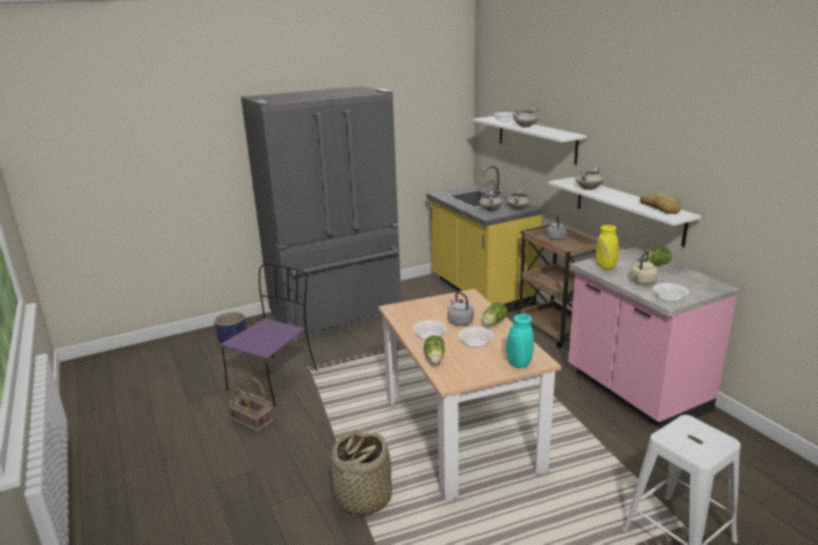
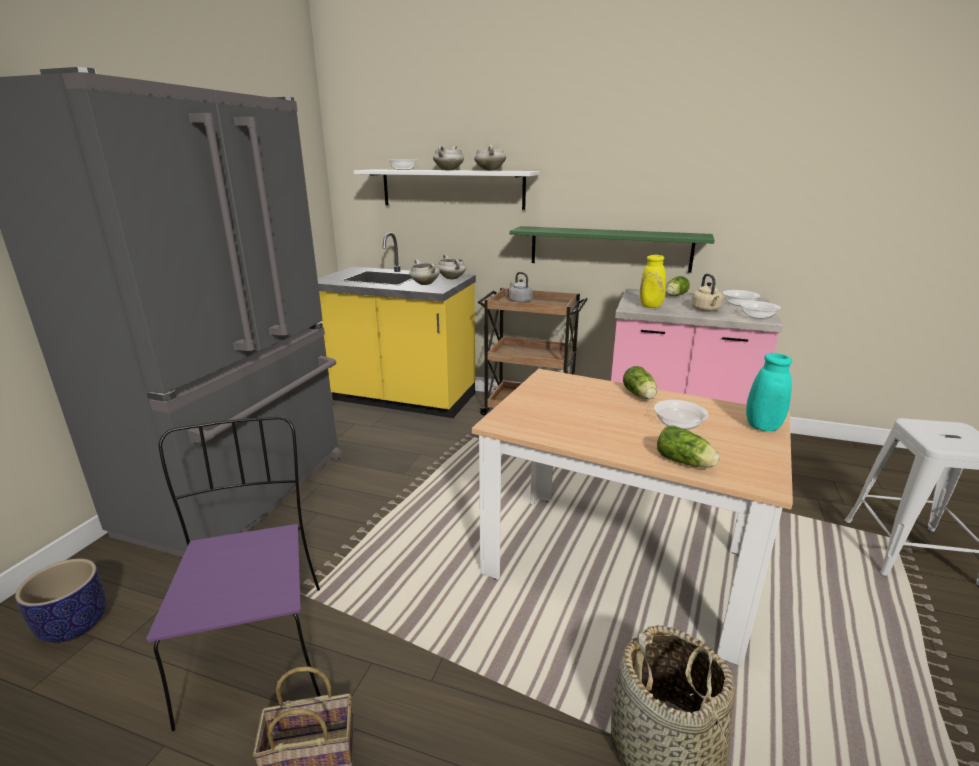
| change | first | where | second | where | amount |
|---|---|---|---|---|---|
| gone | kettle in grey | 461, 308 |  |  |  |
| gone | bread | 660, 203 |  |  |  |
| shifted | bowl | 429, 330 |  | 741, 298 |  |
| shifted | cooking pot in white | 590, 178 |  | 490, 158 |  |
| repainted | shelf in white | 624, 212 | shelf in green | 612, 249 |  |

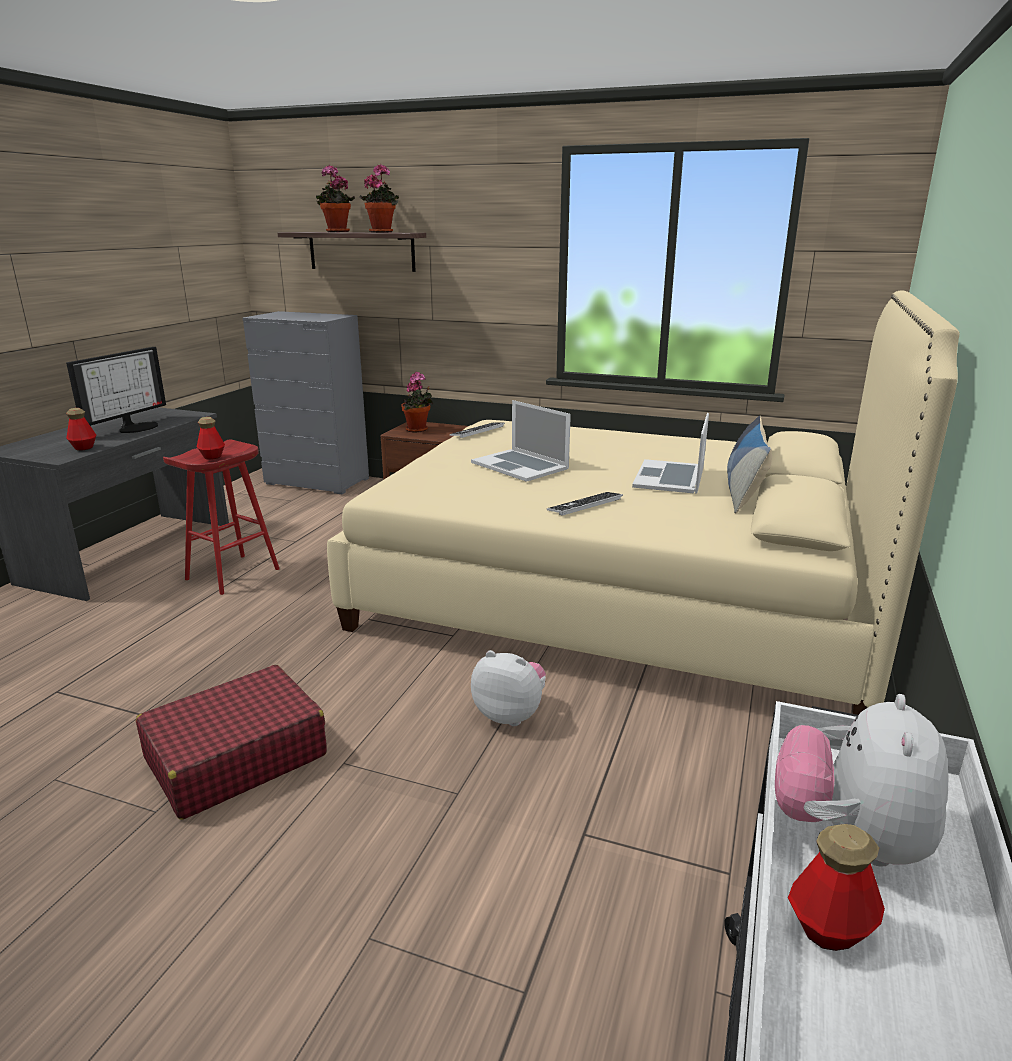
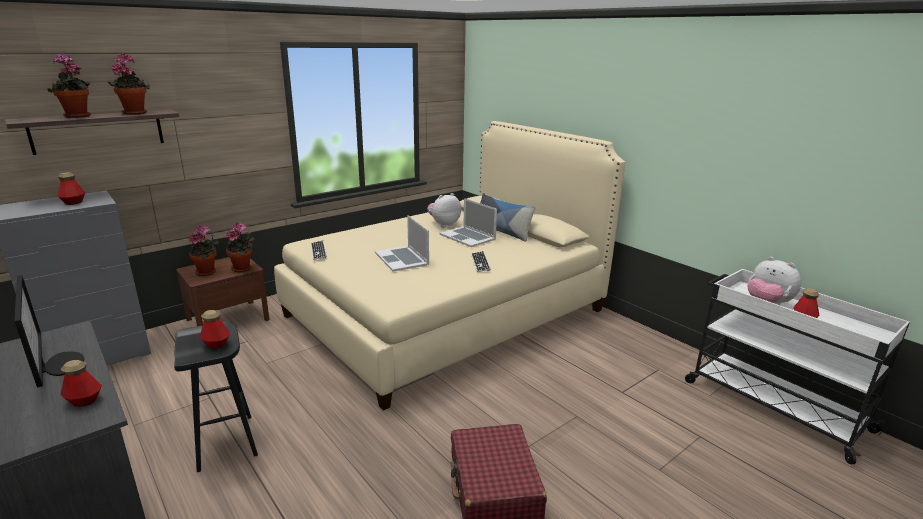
| change | first | where | second | where | amount |
|---|---|---|---|---|---|
| new |  |  | bottle | 71, 188 |  |
| new |  |  | potted plant | 240, 247 |  |
| shifted | plush toy | 508, 688 |  | 444, 210 |  |
| repainted | stool in red | 221, 517 | stool in black | 216, 397 |  |
| rotated | laptop | 521, 441 |  | 402, 243 | 75 degrees clockwise |

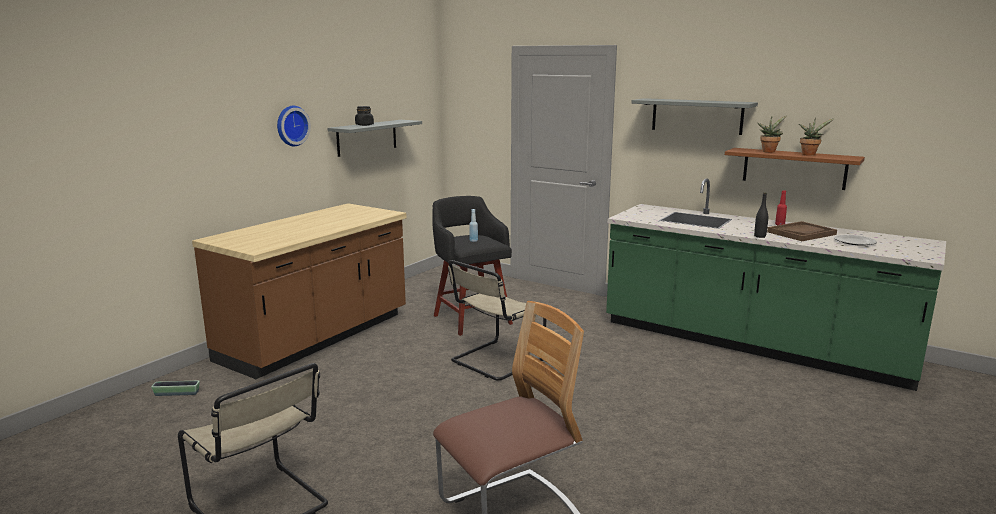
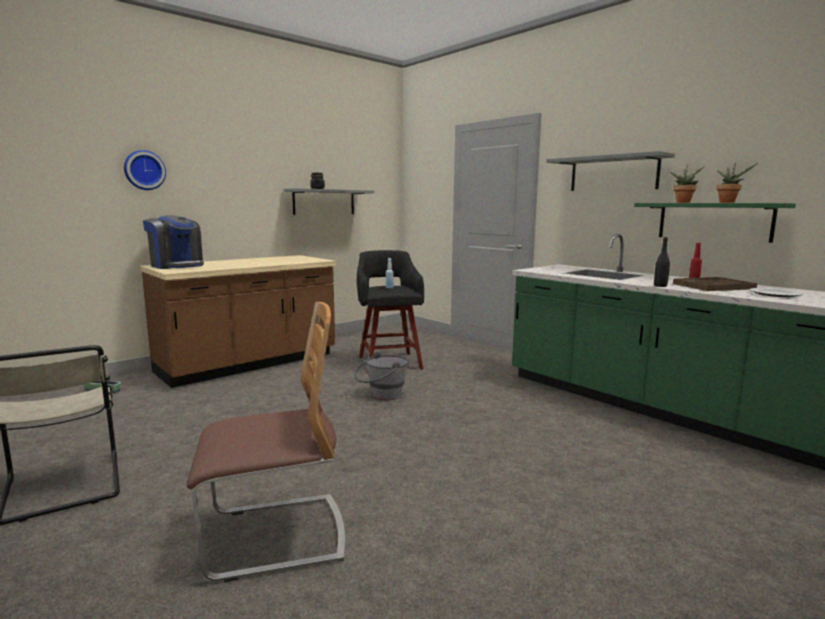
| change | first | where | second | where | amount |
|---|---|---|---|---|---|
| new |  |  | coffee machine | 173, 242 |  |
| shifted | wall clock | 294, 126 |  | 145, 170 |  |
| swapped | chair in beige | 497, 320 | bucket in grey | 381, 375 |  |
| repainted | shelf in brown | 795, 169 | shelf in green | 715, 223 |  |

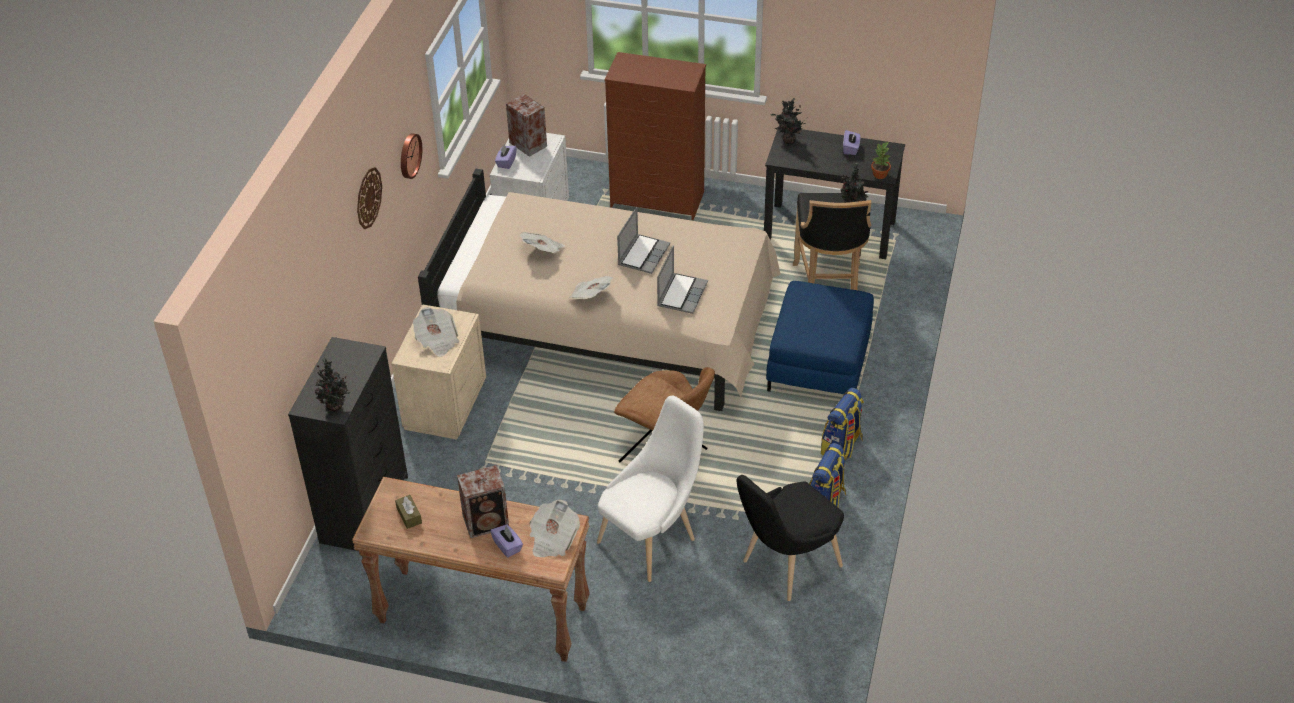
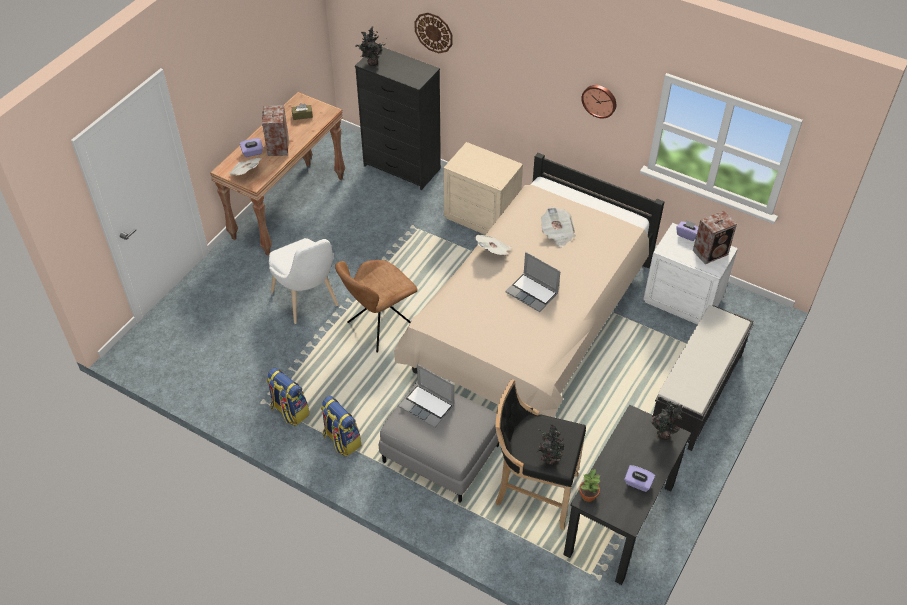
| change | first | where | second | where | amount |
|---|---|---|---|---|---|
| gone | newspaper | 436, 332 |  |  |  |
| gone | chair in black | 790, 538 |  |  |  |
| shifted | wall clock | 369, 198 |  | 433, 33 |  |
| shifted | laptop | 682, 279 |  | 426, 396 |  |
| swapped | dresser in brown | 655, 136 | bench in black | 703, 378 |  |
| repainted | ottoman in blue | 820, 337 | ottoman in grey | 439, 442 |  |

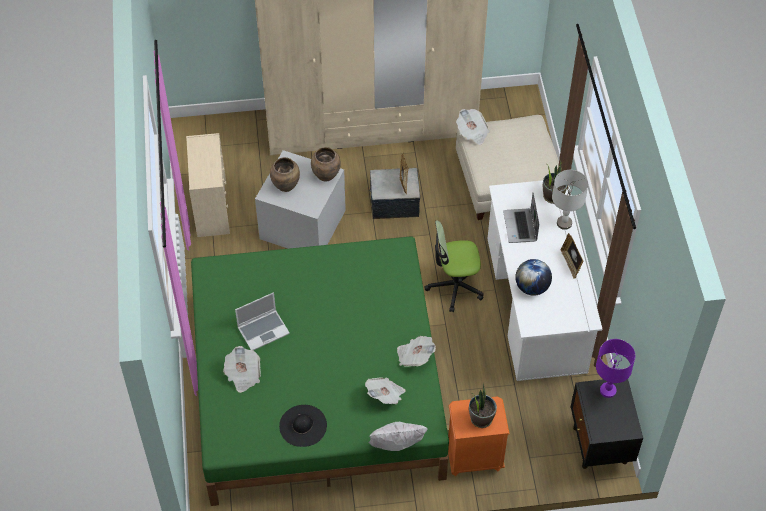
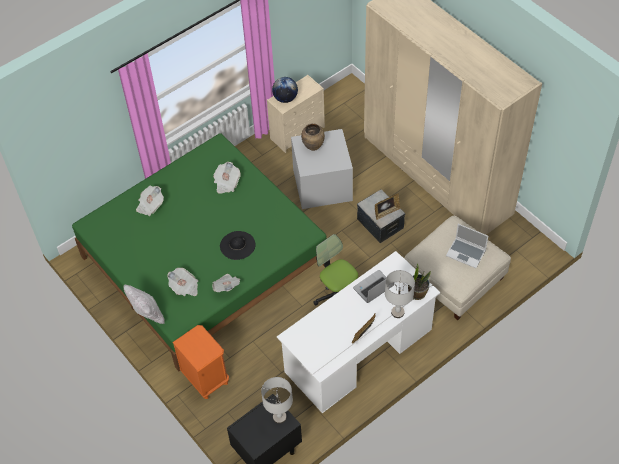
| change | first | where | second | where | amount |
|---|---|---|---|---|---|
| gone | vase in brown | 326, 164 |  |  |  |
| gone | potted plant | 483, 405 |  |  |  |
| shifted | laptop | 262, 321 |  | 467, 246 |  |
| shifted | hat in black | 303, 426 |  | 237, 245 |  |
| shifted | newspaper | 473, 127 |  | 227, 177 |  |
| shifted | globe | 533, 277 |  | 285, 90 |  |
| repainted | table lamp in purple | 616, 368 | table lamp in grey | 277, 400 |  |

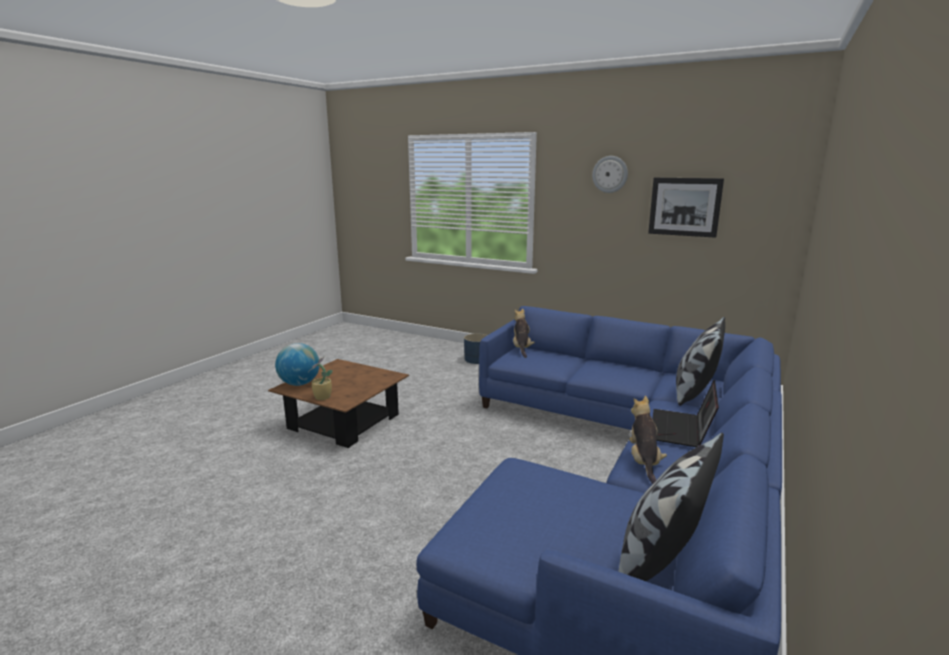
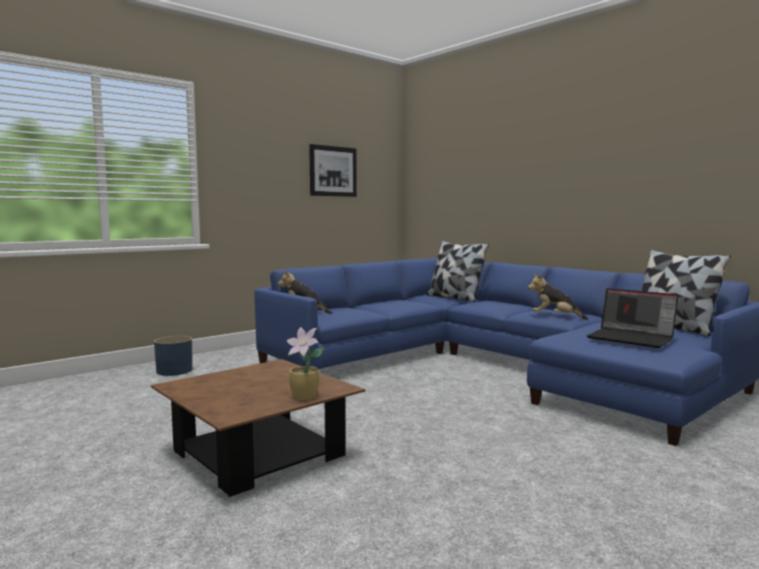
| change | first | where | second | where | amount |
|---|---|---|---|---|---|
| gone | globe | 297, 364 |  |  |  |
| gone | wall clock | 610, 174 |  |  |  |
| shifted | laptop | 685, 413 |  | 632, 318 |  |

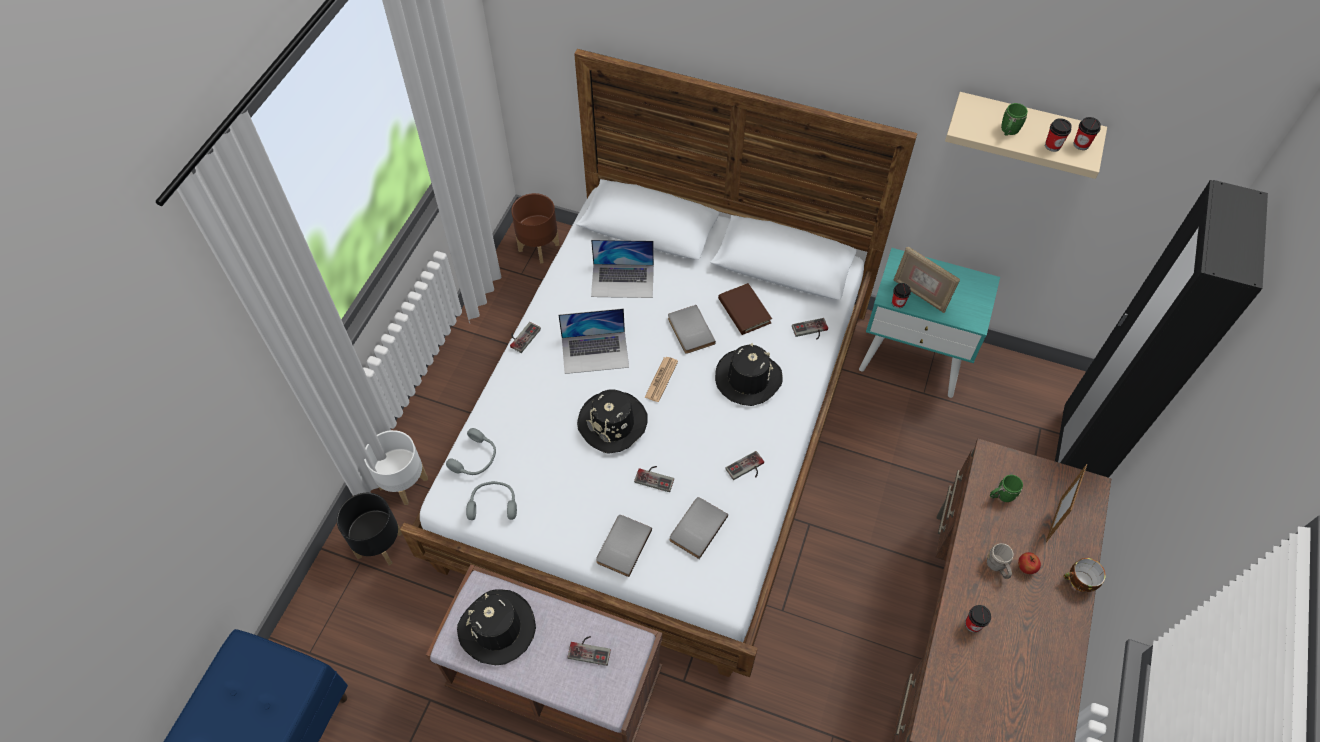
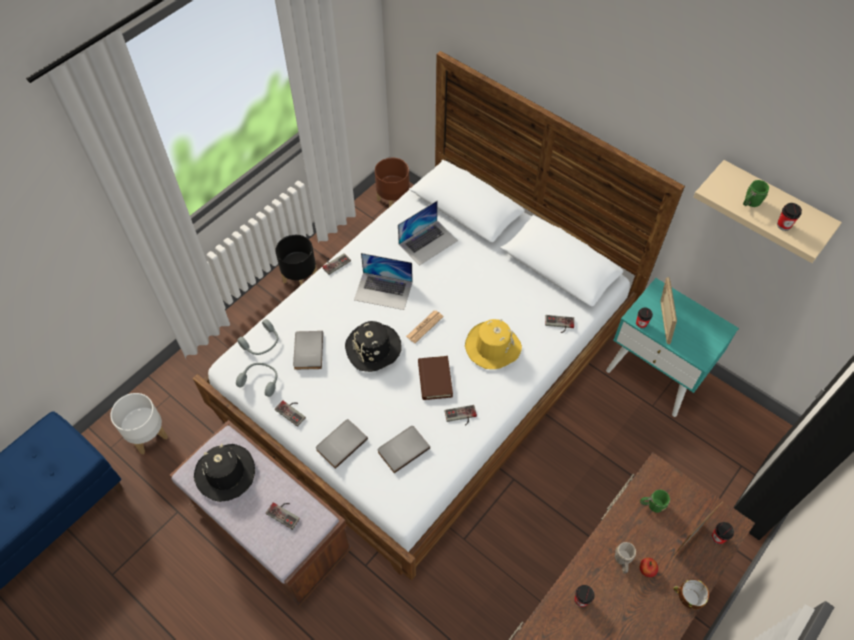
| change | first | where | second | where | amount |
|---|---|---|---|---|---|
| shifted | planter in black | 369, 529 |  | 296, 260 |  |
| shifted | planter in white | 396, 467 |  | 139, 423 |  |
| shifted | game controller | 654, 479 |  | 290, 413 |  |
| shifted | book in grey | 692, 329 |  | 308, 350 |  |
| shifted | book in brown | 745, 309 |  | 435, 378 |  |
| shifted | cup | 1087, 133 |  | 722, 533 |  |
| repainted | hat in black | 748, 374 | hat in yellow | 493, 344 |  |
| rotated | laptop | 622, 269 |  | 428, 233 | 60 degrees counterclockwise |
| rotated | picture frame | 926, 280 |  | 668, 311 | 150 degrees counterclockwise |

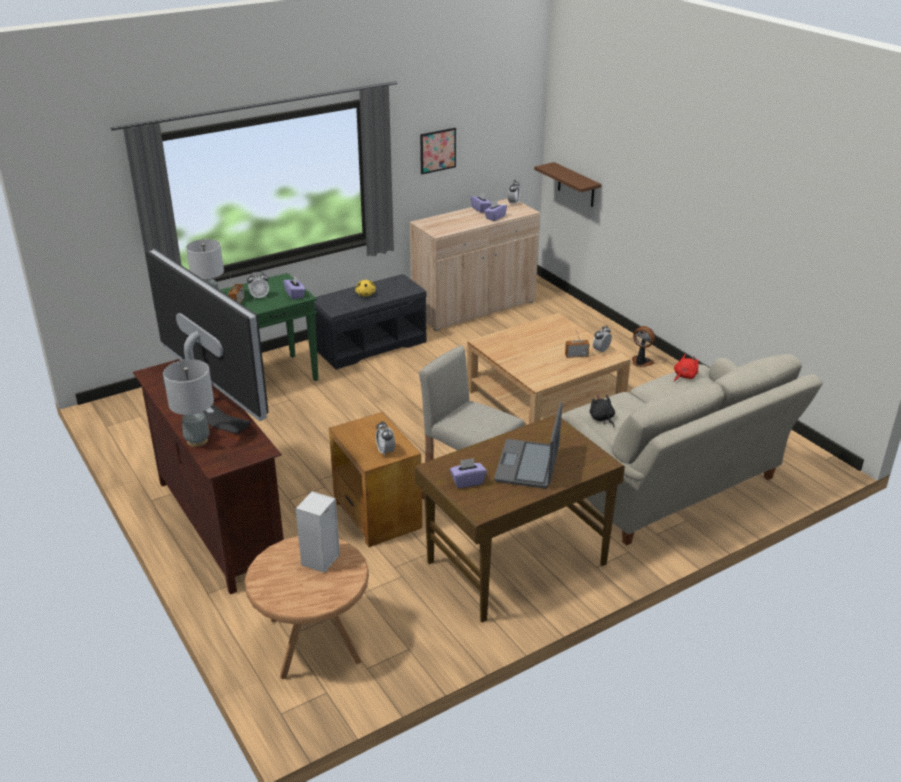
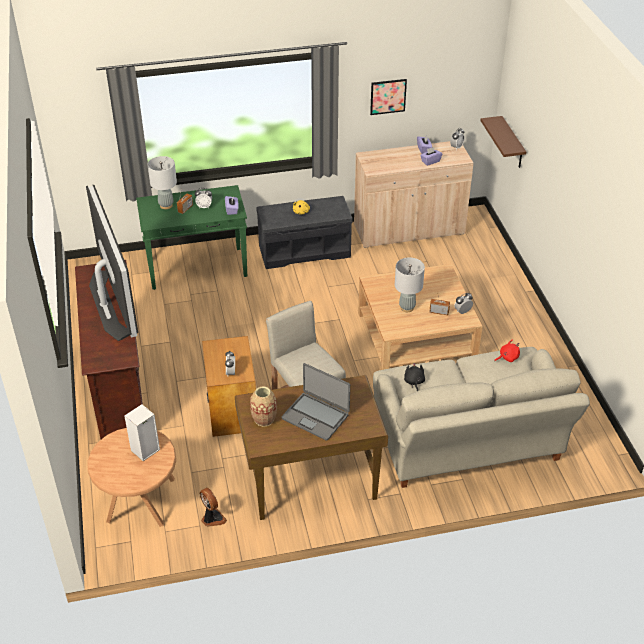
| change | first | where | second | where | amount |
|---|---|---|---|---|---|
| shifted | table lamp in grey | 188, 403 |  | 410, 285 |  |
| shifted | fan | 643, 347 |  | 213, 507 |  |
| swapped | tissue box in purple | 468, 473 | vase | 263, 406 |  |
| rotated | laptop | 528, 445 |  | 316, 402 | 90 degrees counterclockwise |

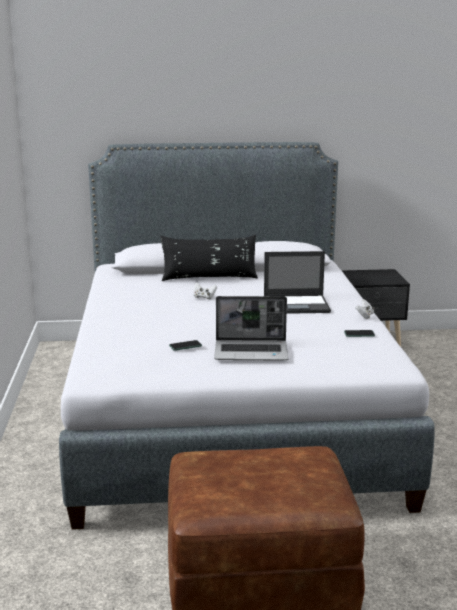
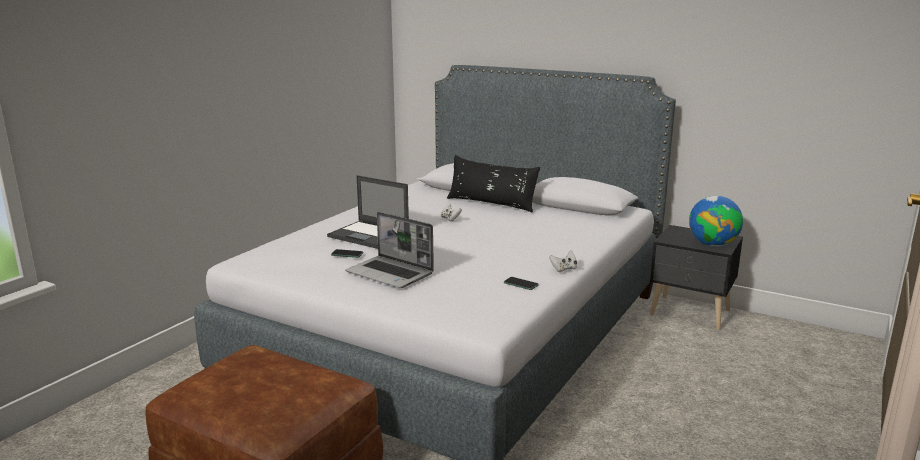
| change | first | where | second | where | amount |
|---|---|---|---|---|---|
| new |  |  | globe | 716, 221 |  |
| shifted | laptop | 297, 282 |  | 368, 212 |  |

